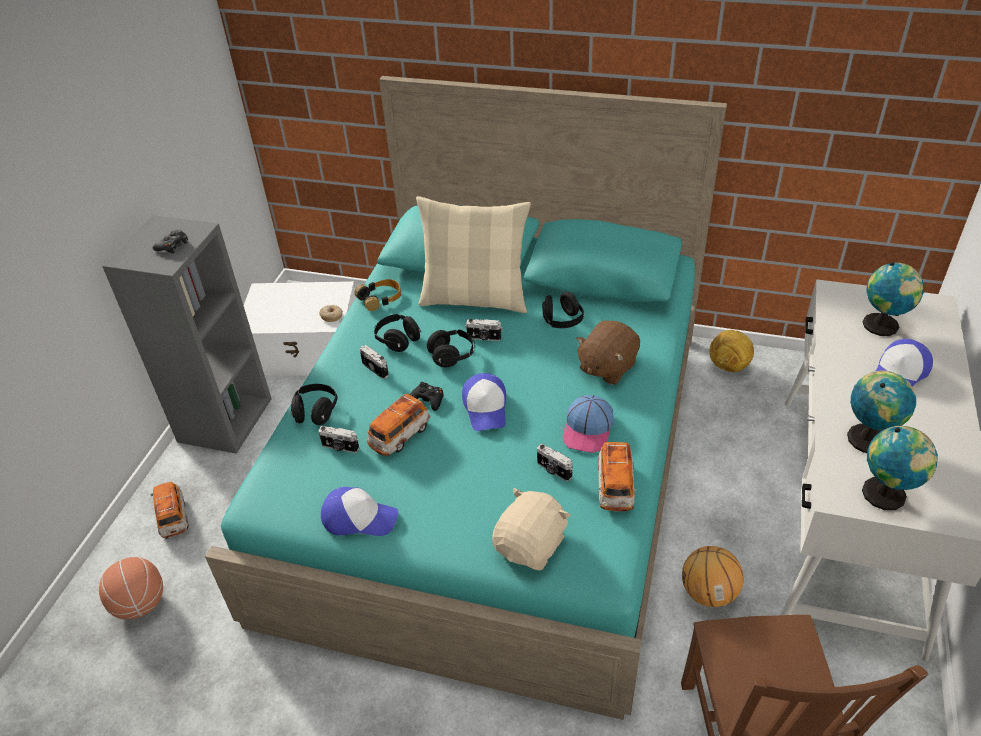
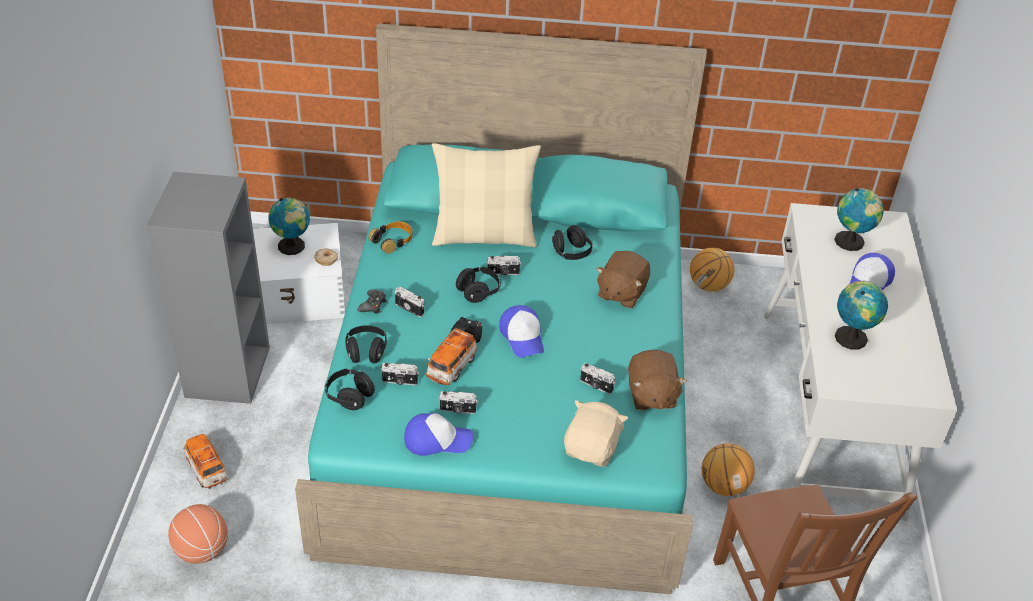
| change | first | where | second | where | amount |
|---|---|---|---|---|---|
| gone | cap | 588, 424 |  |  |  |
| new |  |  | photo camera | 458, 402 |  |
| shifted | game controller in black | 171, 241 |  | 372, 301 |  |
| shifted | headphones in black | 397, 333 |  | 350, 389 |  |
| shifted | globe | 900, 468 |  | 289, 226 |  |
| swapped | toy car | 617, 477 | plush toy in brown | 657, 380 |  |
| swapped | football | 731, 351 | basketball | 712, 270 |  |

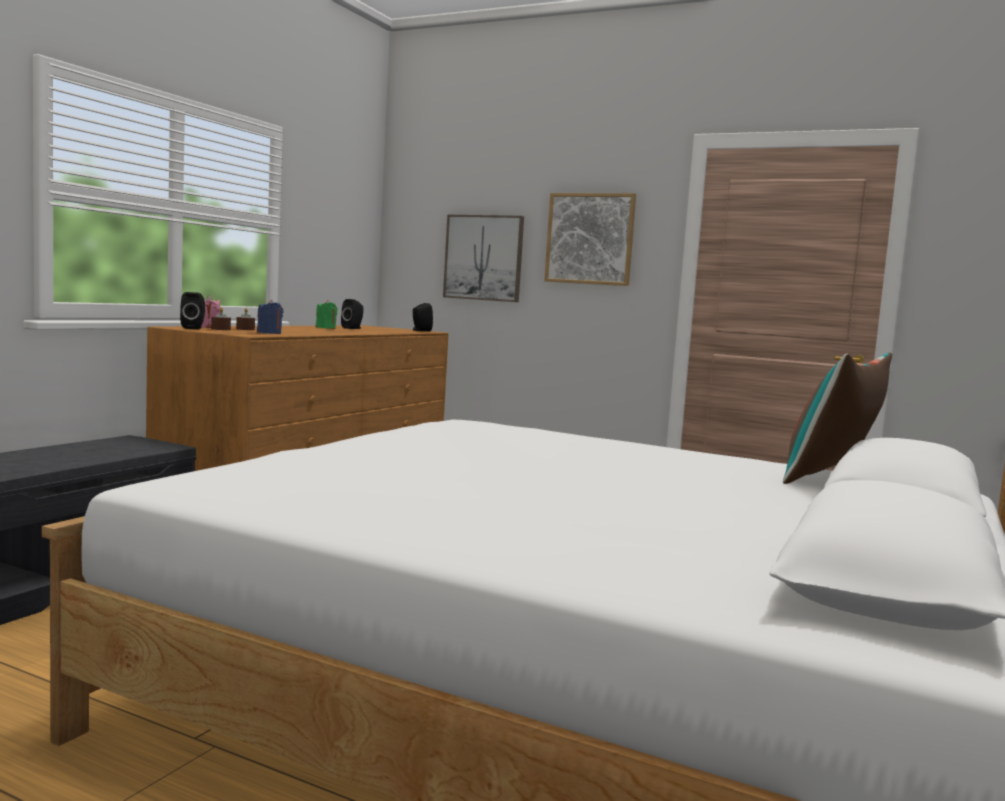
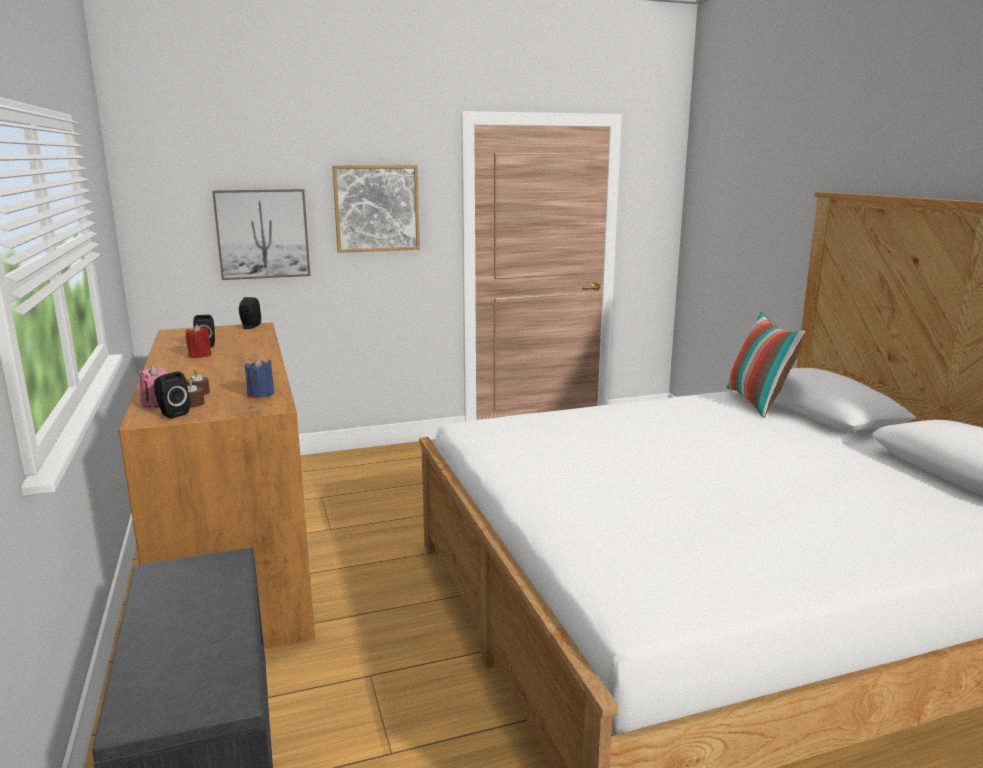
| change | first | where | second | where | amount |
|---|---|---|---|---|---|
| repainted | candle in green | 327, 314 | candle in red | 198, 341 |  |

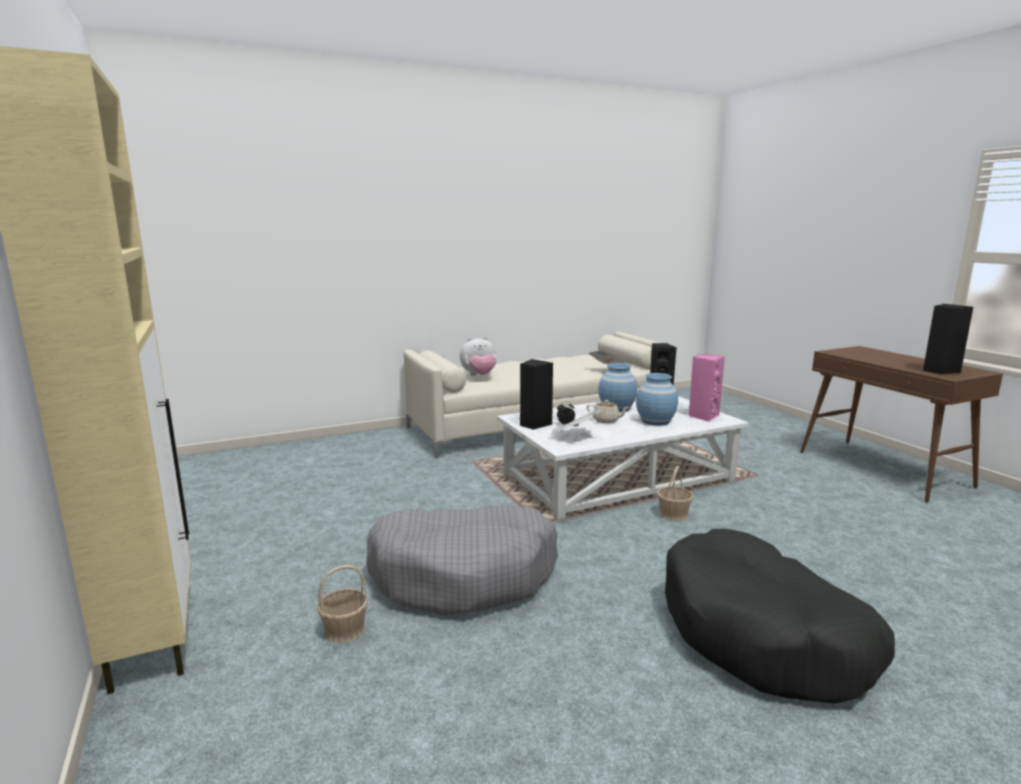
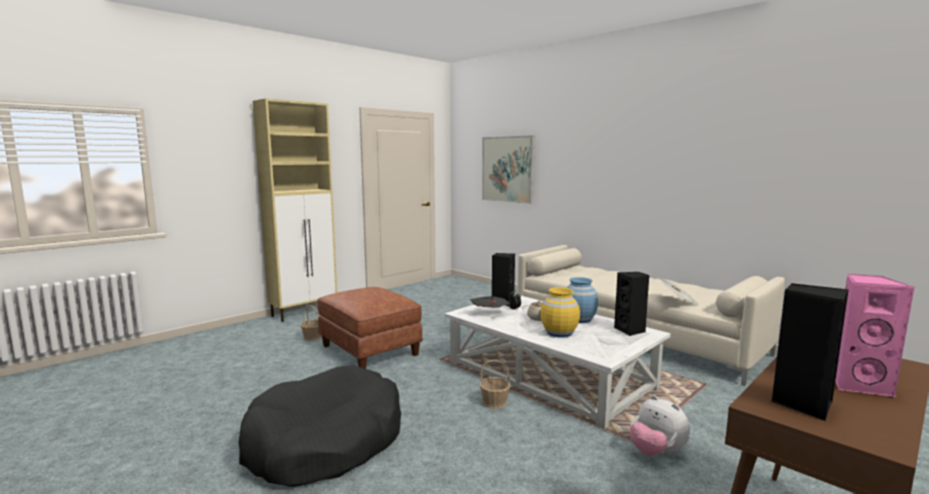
| change | first | where | second | where | amount |
|---|---|---|---|---|---|
| new |  |  | picture | 508, 169 |  |
| shifted | plush toy | 478, 356 |  | 659, 425 |  |
| shifted | speaker in pink | 706, 388 |  | 874, 336 |  |
| swapped | dog bed in grey | 462, 560 | ottoman in brown | 370, 328 |  |
| repainted | vase in blue | 657, 399 | vase in yellow | 560, 312 |  |

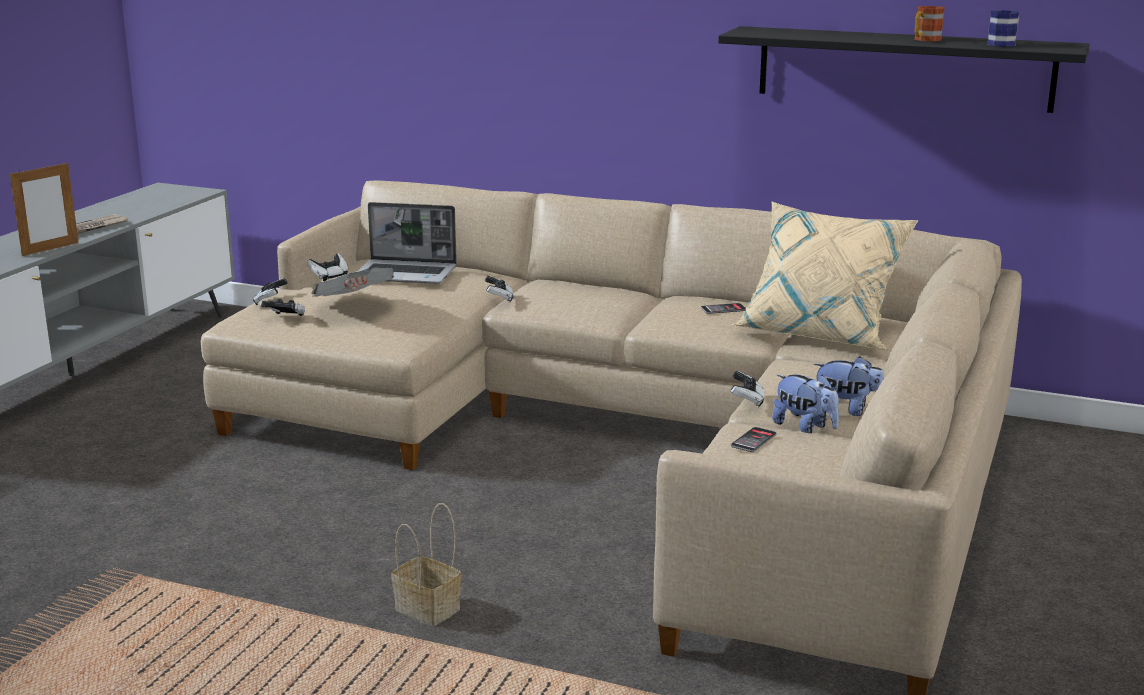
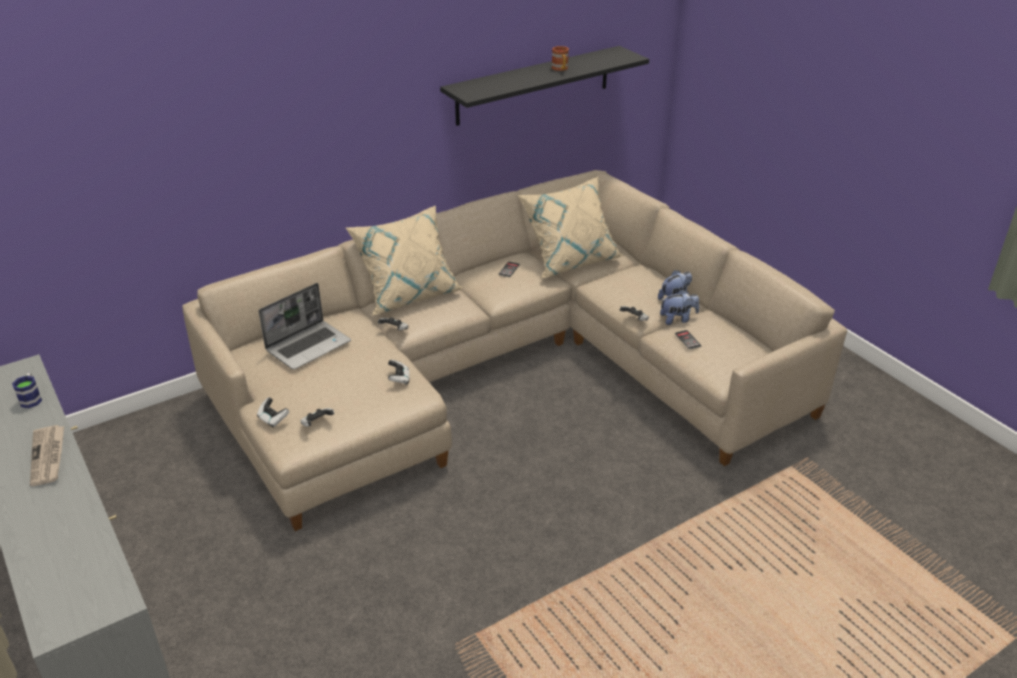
| change | first | where | second | where | amount |
|---|---|---|---|---|---|
| gone | picture frame | 44, 209 |  |  |  |
| gone | newspaper | 353, 282 |  |  |  |
| gone | basket | 426, 564 |  |  |  |
| new |  |  | pillow in beige | 405, 261 |  |
| shifted | game controller | 327, 267 |  | 399, 372 |  |
| shifted | mug | 1003, 28 |  | 27, 390 |  |

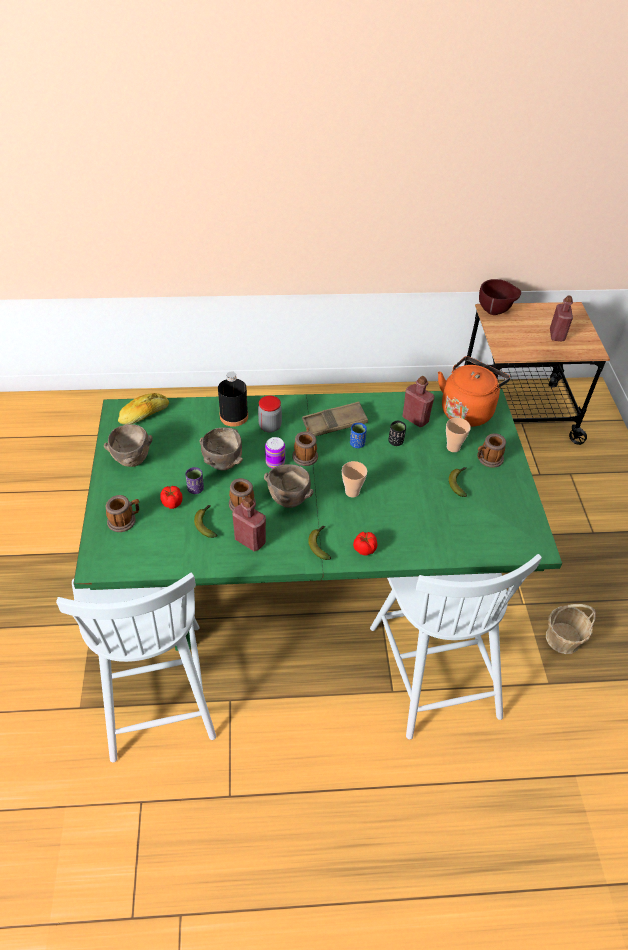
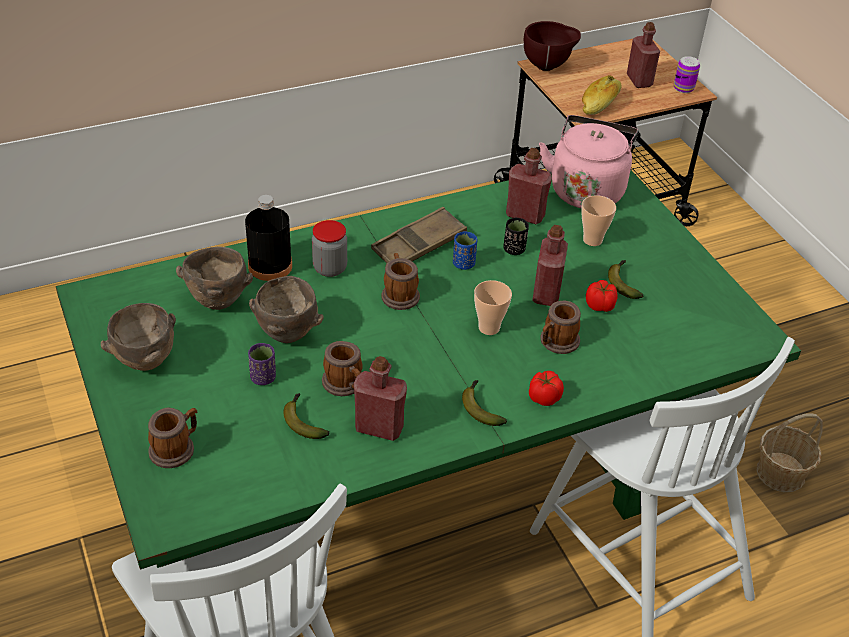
| change | first | where | second | where | amount |
|---|---|---|---|---|---|
| new |  |  | bottle in red | 550, 265 |  |
| shifted | bread | 143, 409 |  | 602, 95 |  |
| shifted | tomato | 171, 497 |  | 602, 296 |  |
| shifted | bowl in brown | 288, 486 |  | 214, 278 |  |
| shifted | can | 275, 453 |  | 687, 74 |  |
| shifted | mug | 491, 450 |  | 560, 327 |  |
| repainted | kettle in orange | 474, 391 | kettle in pink | 589, 161 |  |

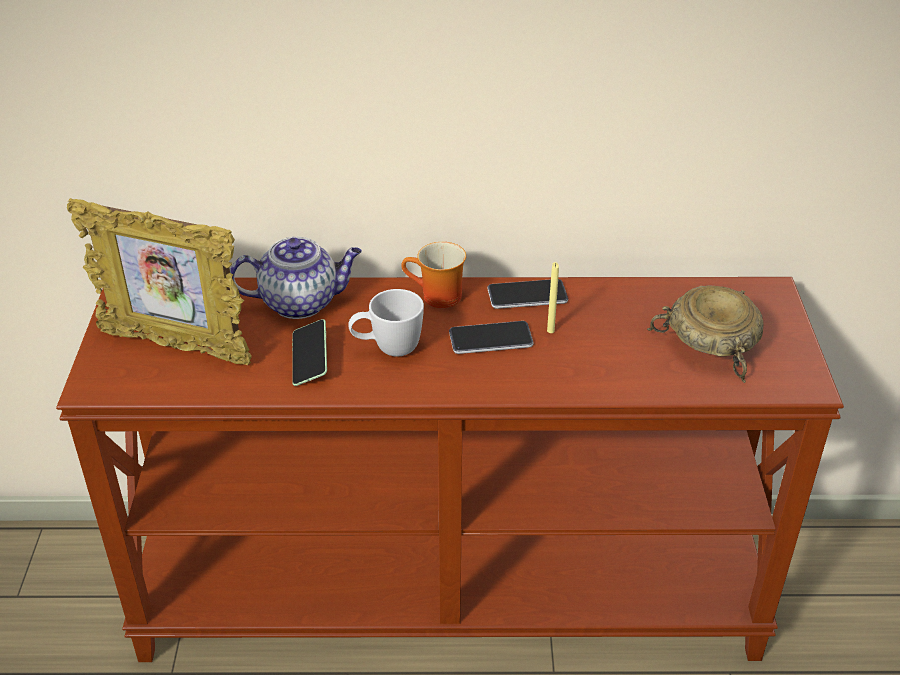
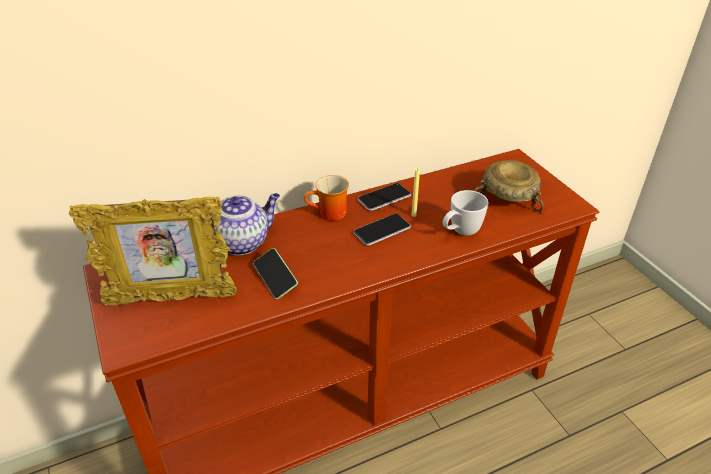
| change | first | where | second | where | amount |
|---|---|---|---|---|---|
| shifted | mug in white | 386, 323 |  | 465, 213 |  |

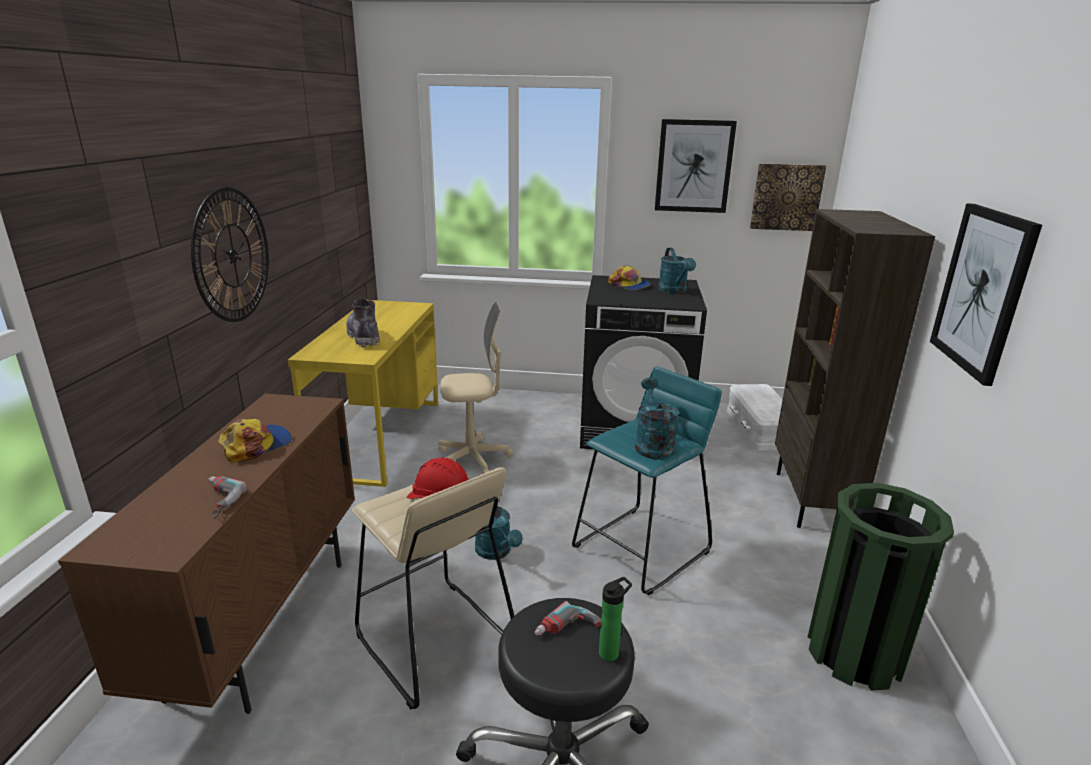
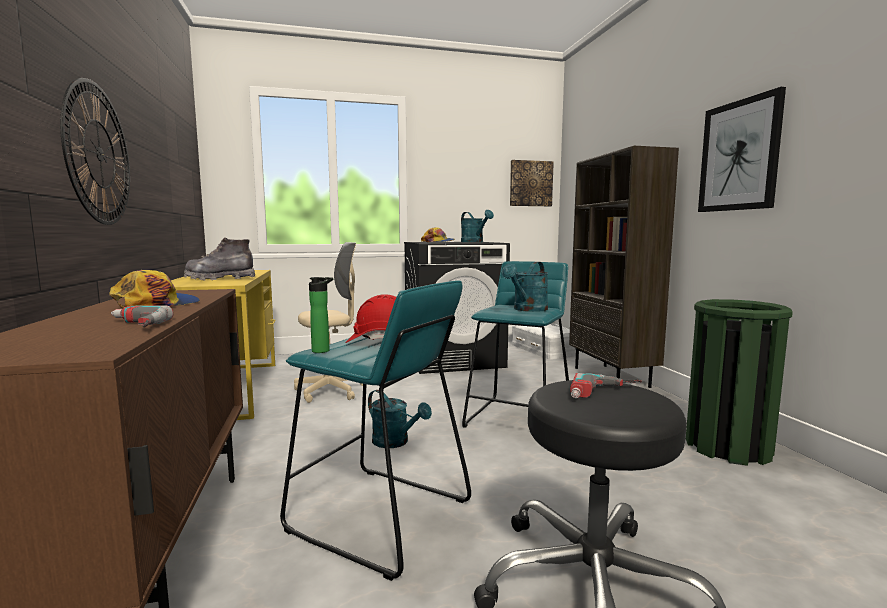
| change | first | where | second | where | amount |
|---|---|---|---|---|---|
| gone | picture | 696, 166 |  |  |  |
| shifted | bottle | 615, 619 |  | 321, 315 |  |
| repainted | stool in beige | 433, 588 | stool in turquoise | 375, 431 |  |
| rotated | boot in grey | 363, 322 |  | 219, 258 | 60 degrees counterclockwise |
| rotated | watering can in turquoise | 657, 418 |  | 525, 287 | 120 degrees counterclockwise |

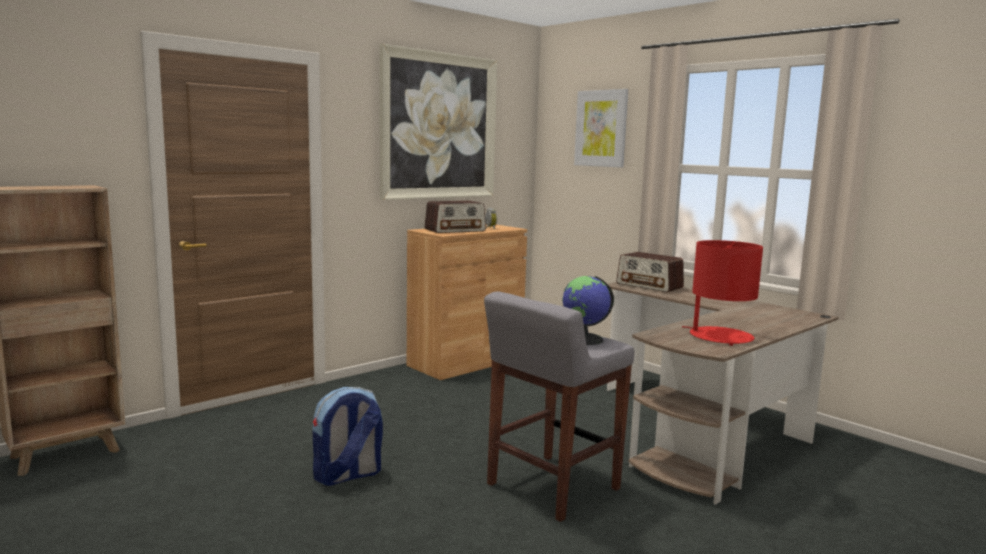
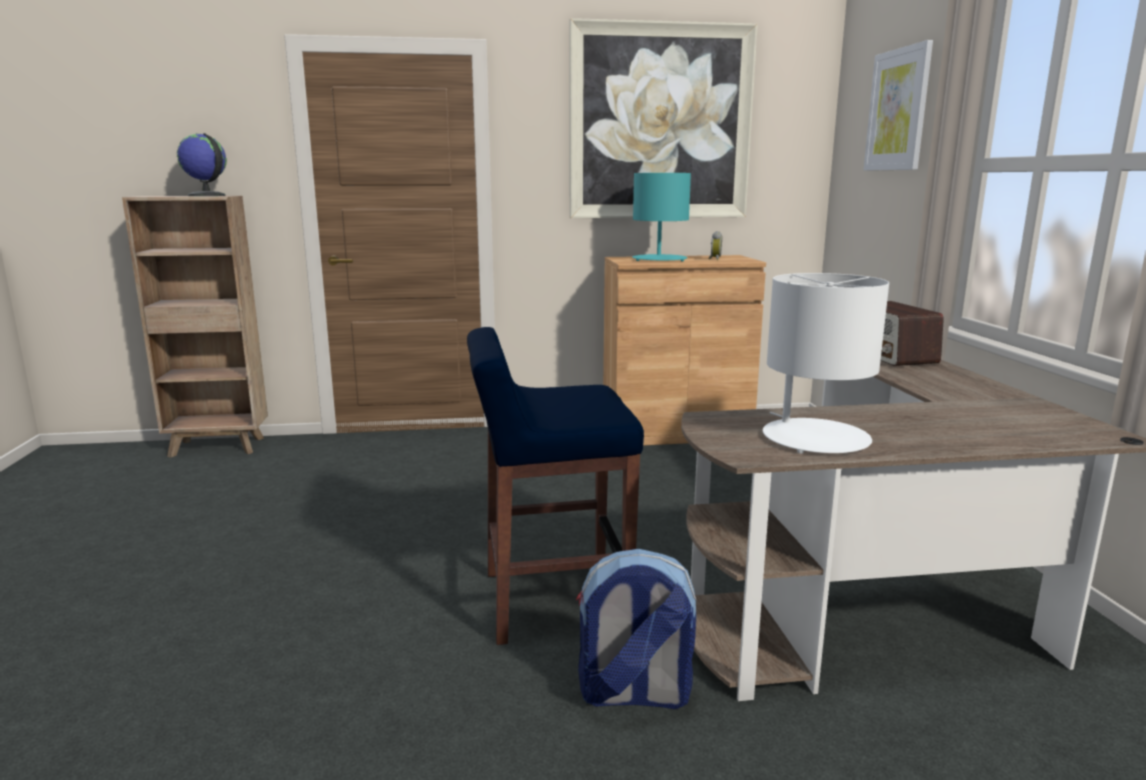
| change | first | where | second | where | amount |
|---|---|---|---|---|---|
| shifted | backpack | 348, 436 |  | 636, 629 |  |
| shifted | globe | 588, 310 |  | 202, 164 |  |
| swapped | radio | 455, 217 | table lamp in turquoise | 661, 217 |  |
| repainted | stool in grey | 559, 406 | stool in blue | 555, 486 |  |
| repainted | table lamp in red | 722, 293 | table lamp in white | 826, 363 |  |

